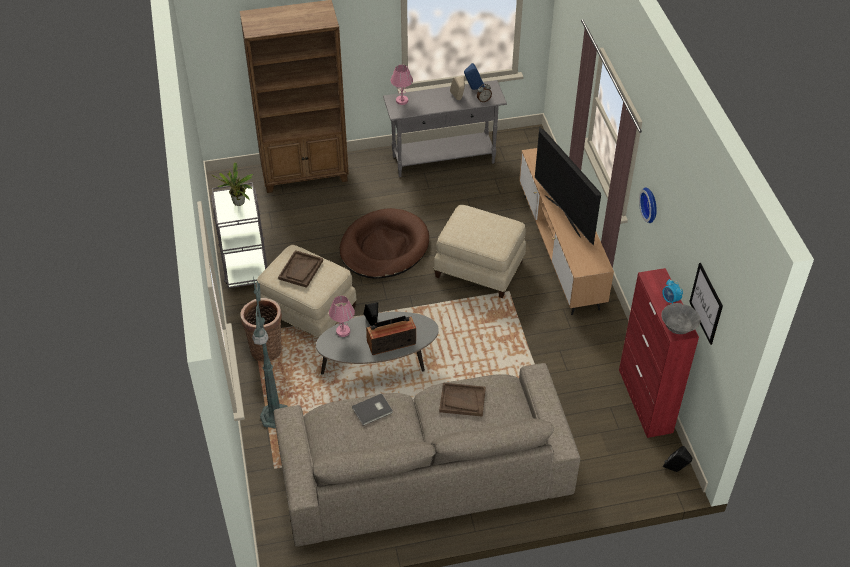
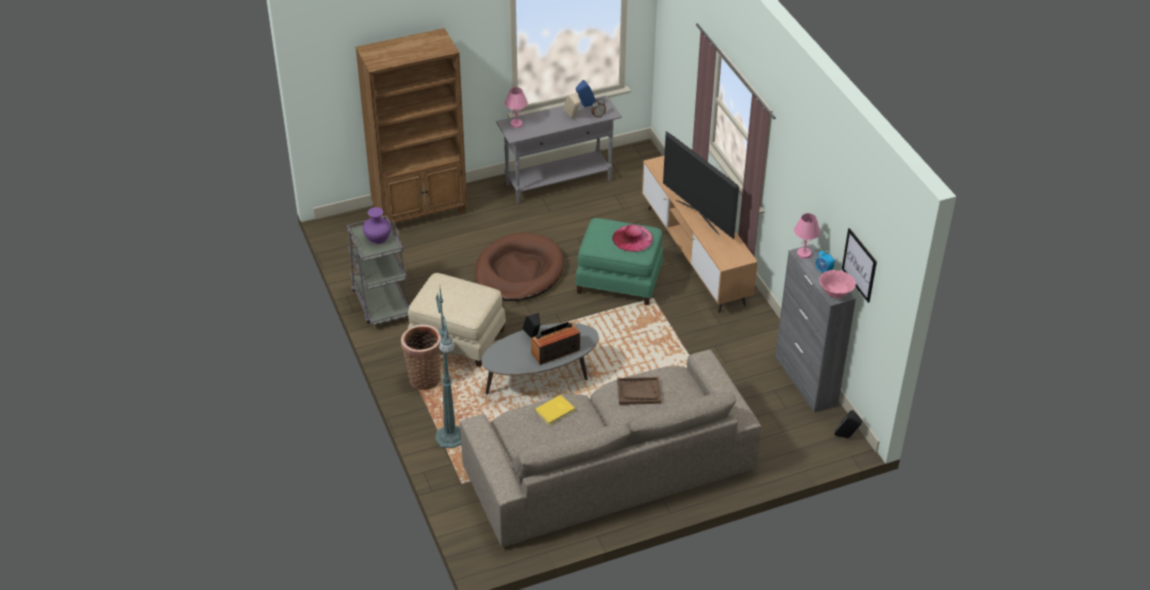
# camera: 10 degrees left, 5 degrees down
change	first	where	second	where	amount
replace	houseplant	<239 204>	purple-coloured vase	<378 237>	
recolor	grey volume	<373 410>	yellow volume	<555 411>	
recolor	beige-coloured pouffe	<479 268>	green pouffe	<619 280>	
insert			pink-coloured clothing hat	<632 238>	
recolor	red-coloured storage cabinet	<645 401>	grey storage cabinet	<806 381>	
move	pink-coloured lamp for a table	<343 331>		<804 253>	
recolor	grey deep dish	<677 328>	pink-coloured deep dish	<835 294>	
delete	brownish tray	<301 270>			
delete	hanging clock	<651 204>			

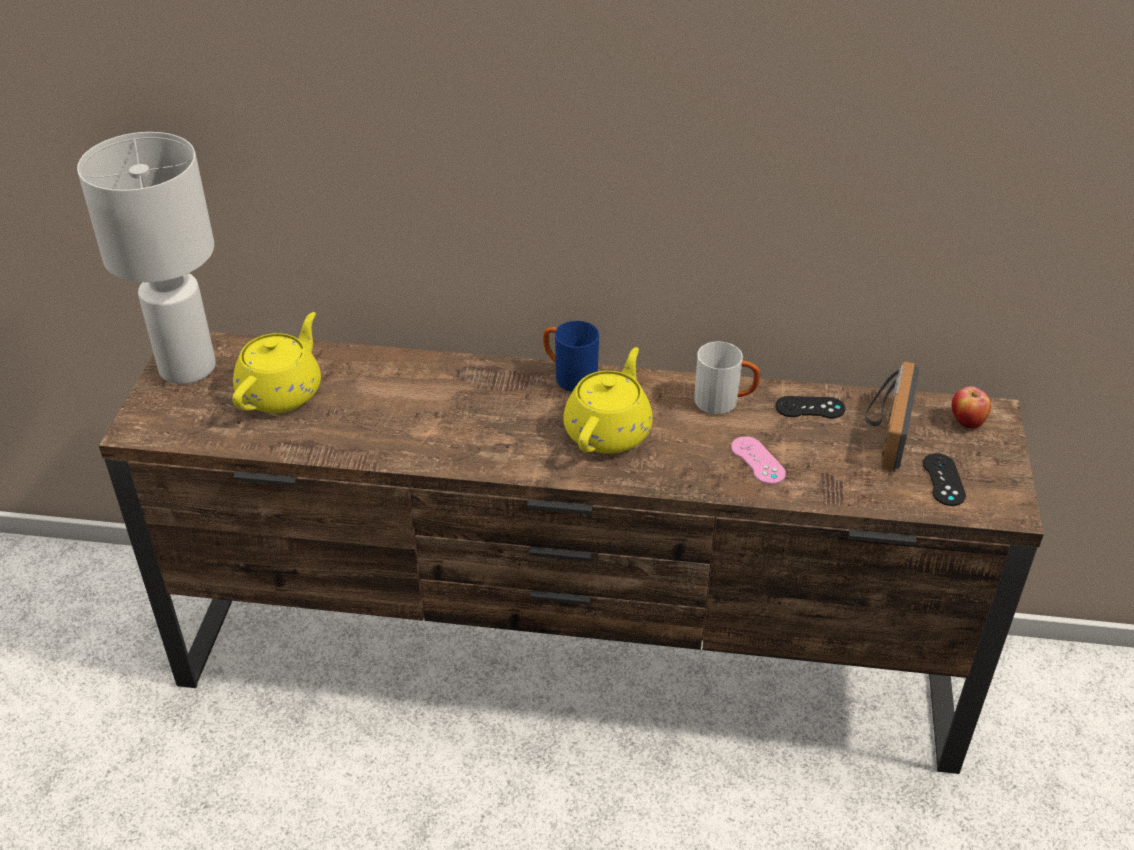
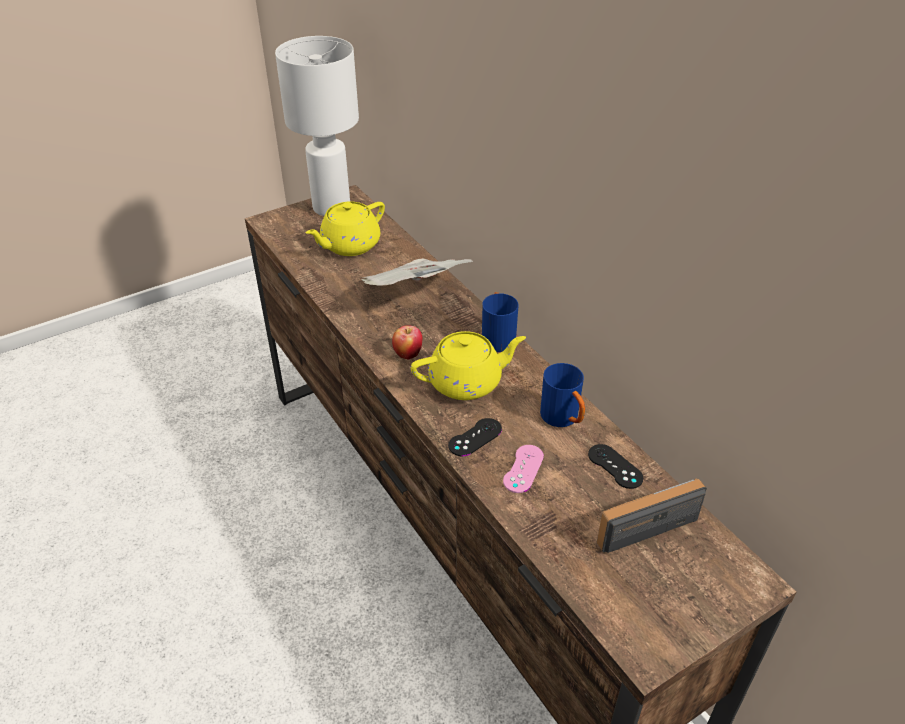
# camera: 50 degrees right, 0 degrees up
change	first	where	second	where	amount
rotate	yellow pot for tea	<282 392>		<349 245>	150 degrees clockwise
insert			newspaper	<416 295>	
move	whole apple	<966 423>		<408 354>	
move	black gamepad	<943 480>		<475 437>	
recolor	white tea mug	<724 402>	blue tea mug	<563 419>	

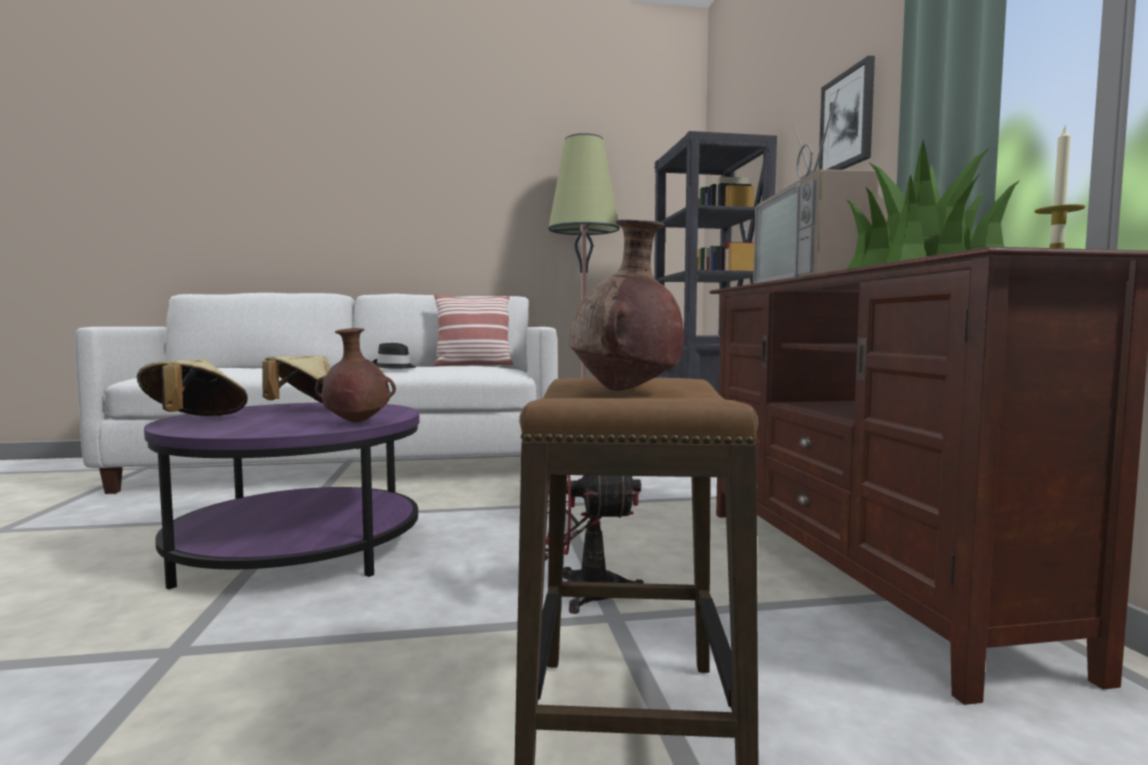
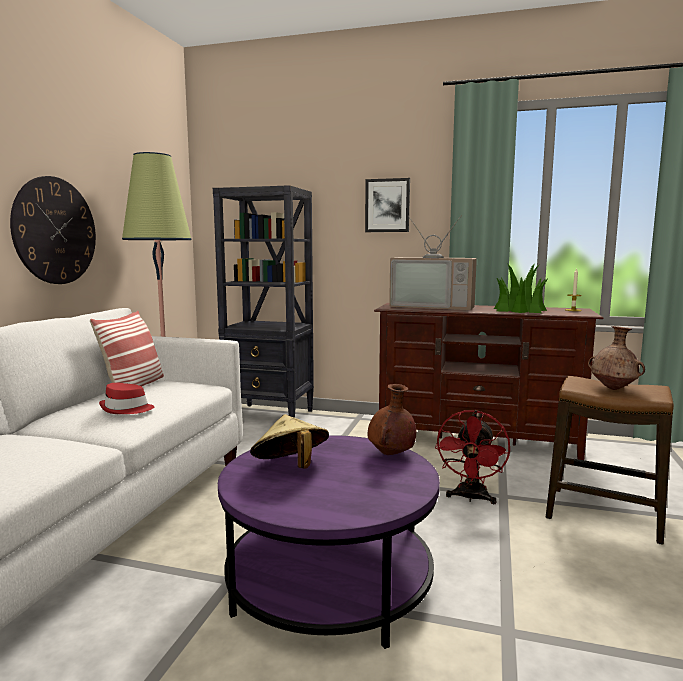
# camera: 65 degrees left, 5 degrees up
change	first	where	second	where	amount
insert			hanging clock	<55 231>	
recolor	black clothing hat	<394 367>	red-coloured clothing hat	<126 409>	
delete	beige-coloured clothing hat	<194 421>			

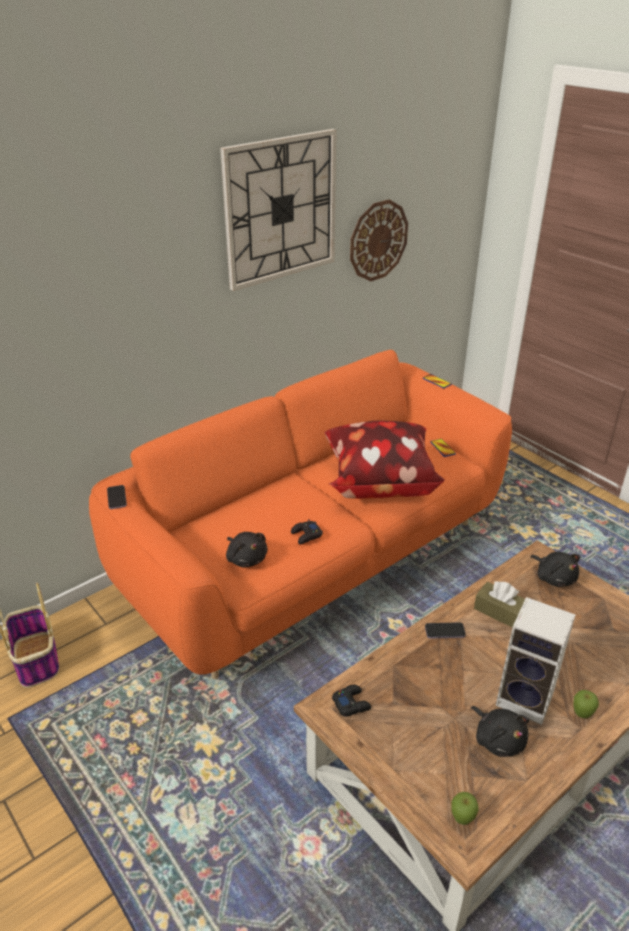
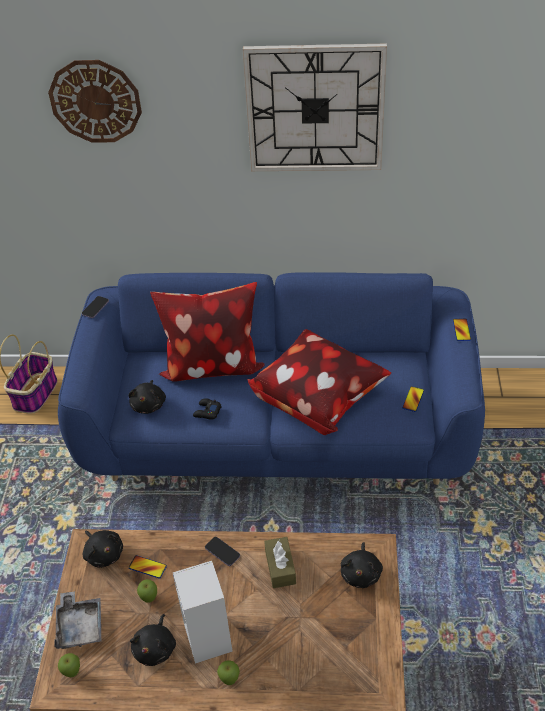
# camera: 45 degrees right, 10 degrees up
change	first	where	second	where	amount
move	hanging clock	<378 240>		<95 101>	
insert			grey tray	<80 626>	
recolor	orange-coloured sofa	<314 558>	blue sofa	<277 433>	
replace	black gamepad	<351 703>	black plush toy	<104 553>	
insert			phone	<147 567>	
insert			whole apple	<149 599>	
insert			cushion	<211 365>	

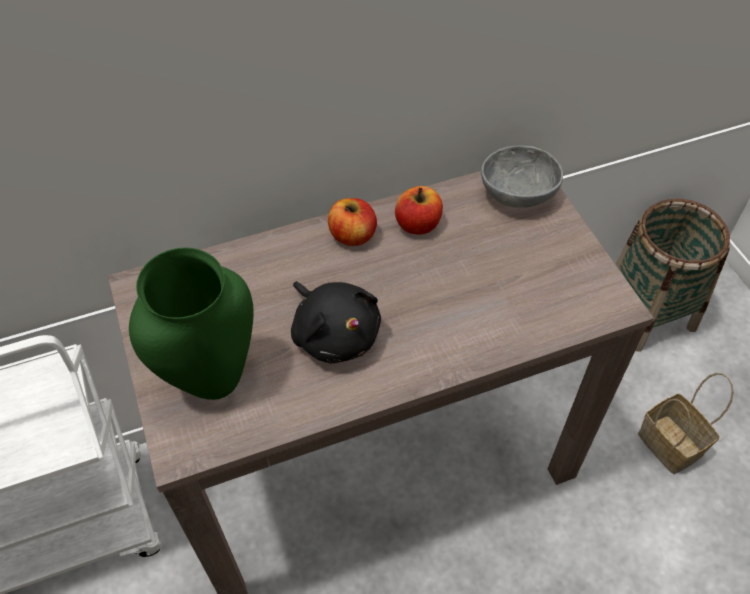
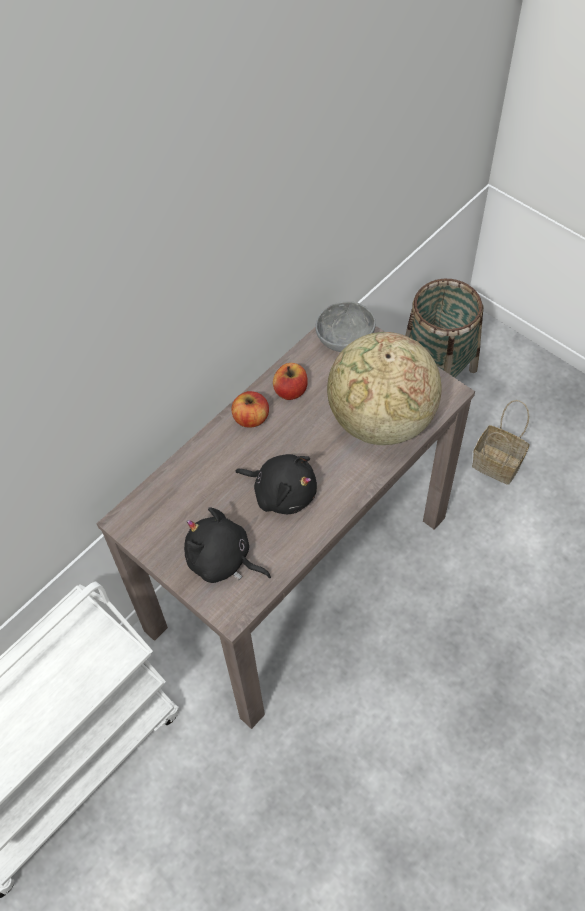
# camera: 25 degrees left, 5 degrees up
change	first	where	second	where	amount
replace	green vase	<213 381>	black plush toy	<222 560>	
insert			globe	<380 420>	

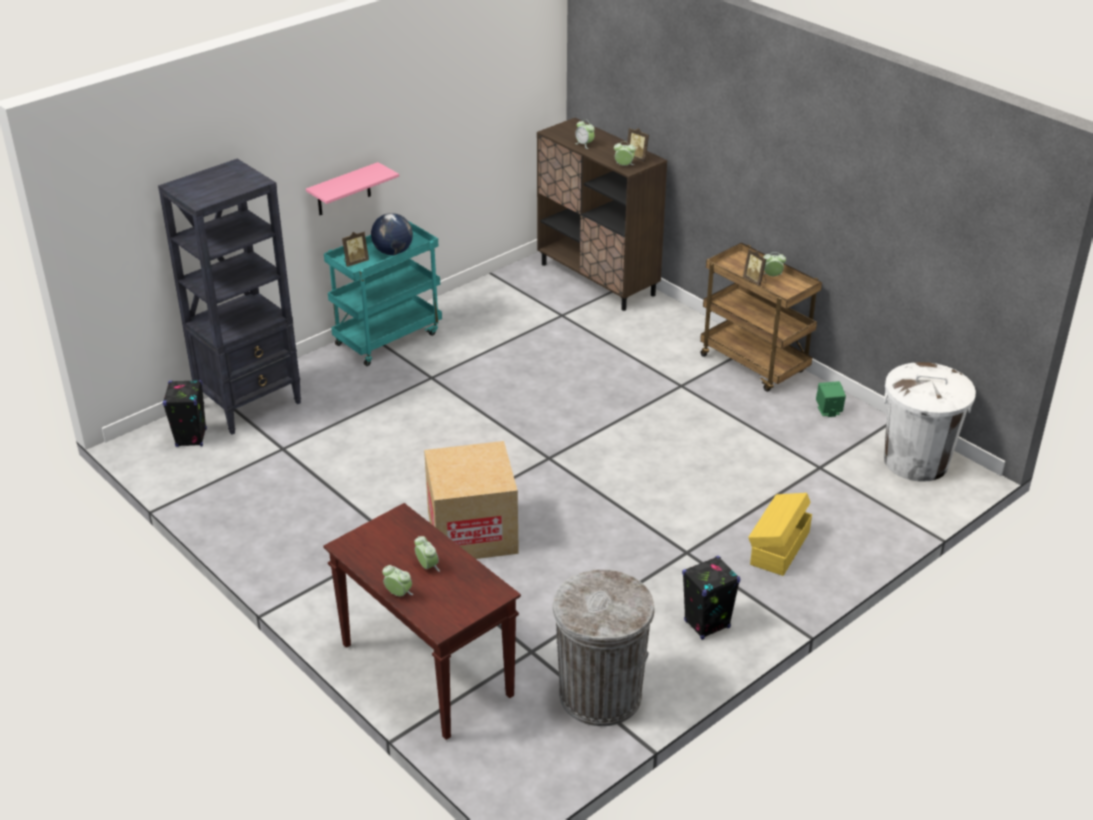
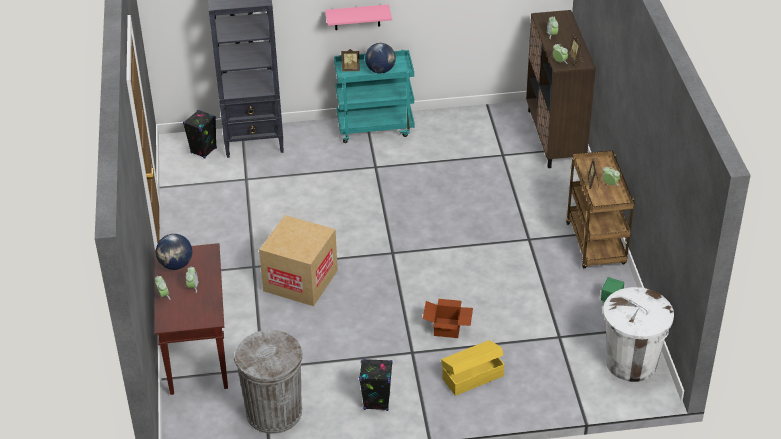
# camera: 35 degrees right, 5 degrees up
change	first	where	second	where	amount
insert			globe	<176 265>	
insert			packing box	<448 328>	

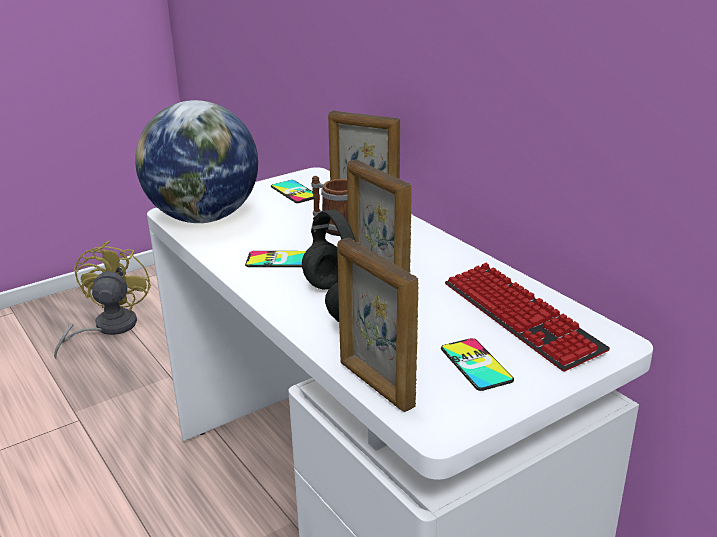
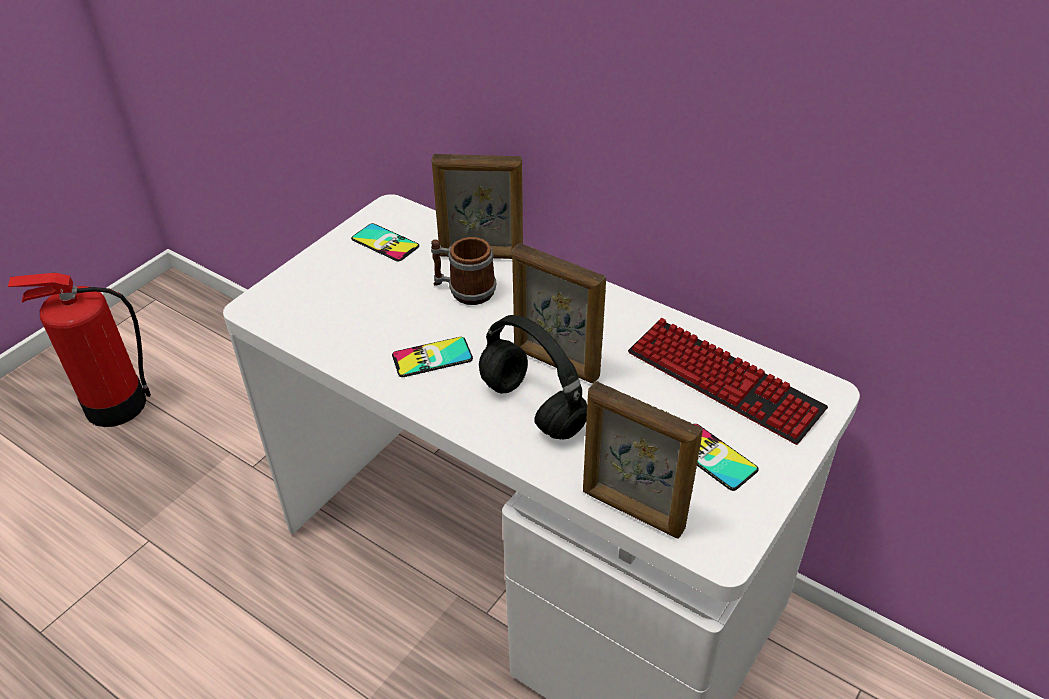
# camera: 20 degrees left, 15 degrees up
change	first	where	second	where	amount
replace	yellow electric fan	<107 328>	fire extinguisher	<114 405>	
delete	globe	<203 218>			

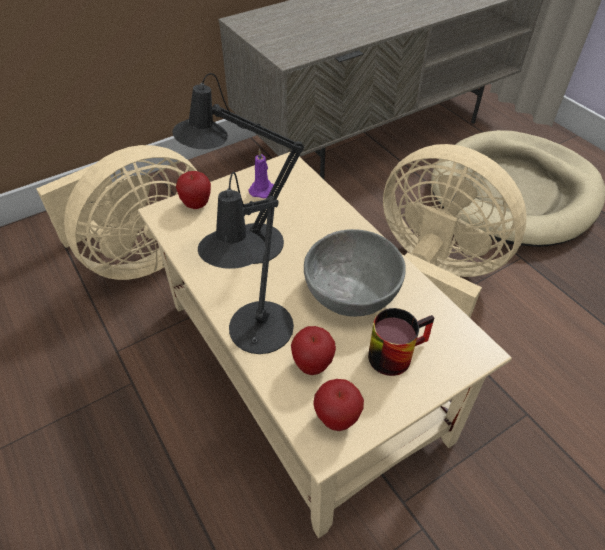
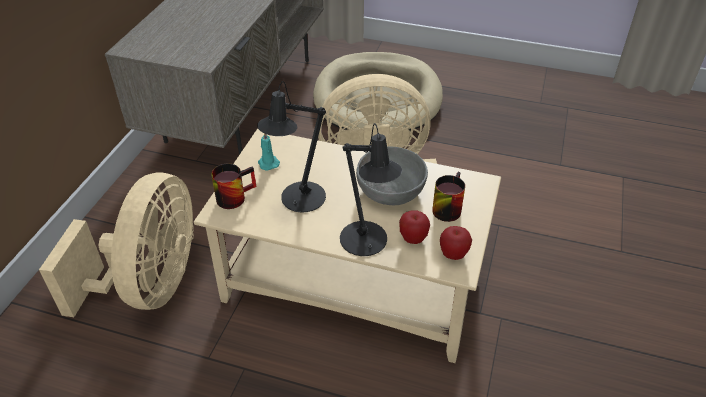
# camera: 40 degrees left, 5 degrees down
change	first	where	second	where	amount
replace	whole apple	<197 204>	tea mug	<234 195>	
recolor	purple-coloured wax candle	<262 189>	turquoise wax candle	<268 163>	

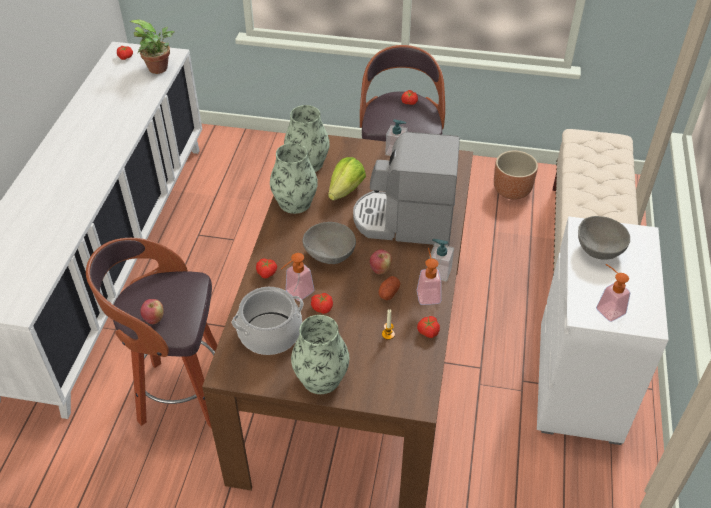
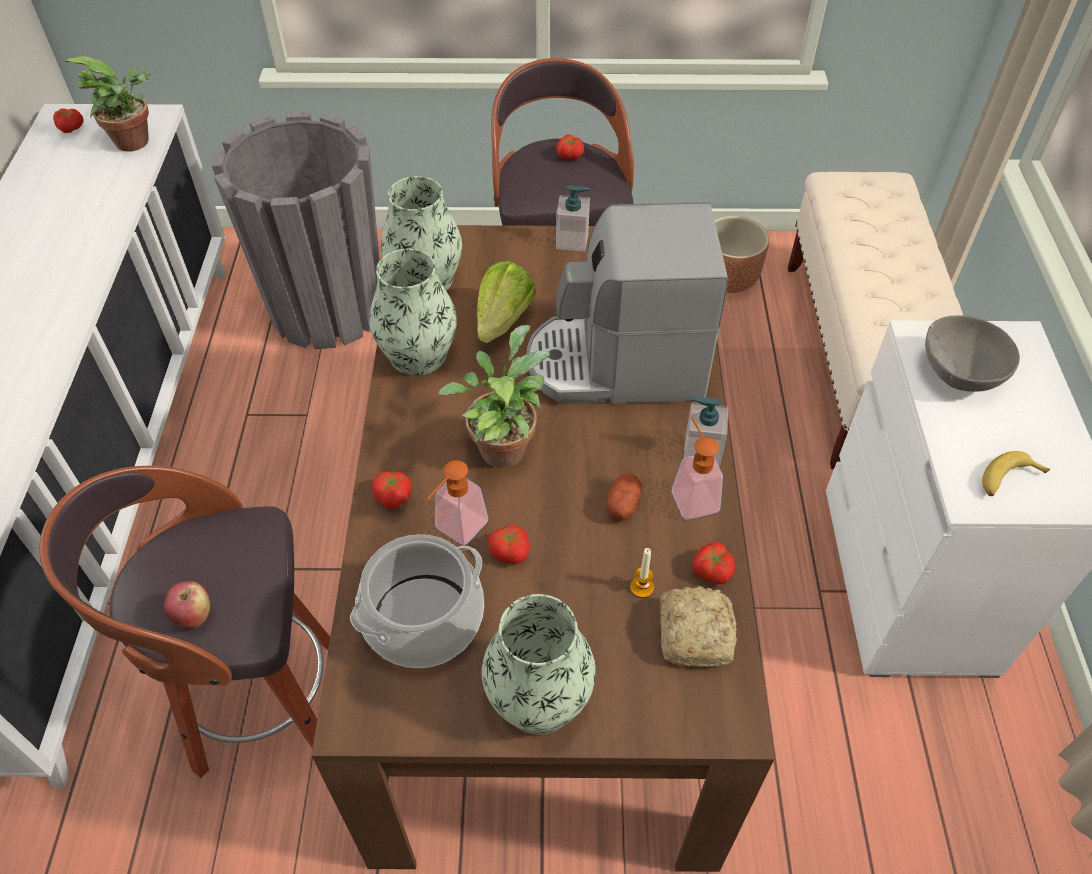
# camera: 10 degrees left, 5 degrees up
change	first	where	second	where	amount
insert			grey planter	<327 309>	
replace	grey deep dish	<330 255>	houseplant	<502 445>	
insert			bakery bread	<696 632>	
replace	soap bottle	<606 308>	whole banana	<1007 480>	
delete	whole apple	<380 269>			

